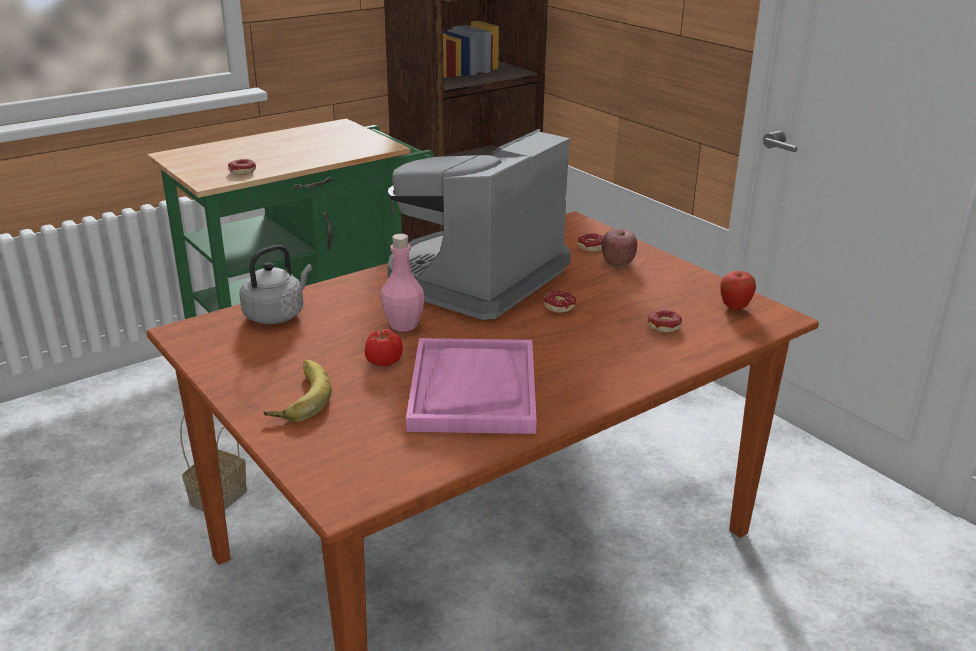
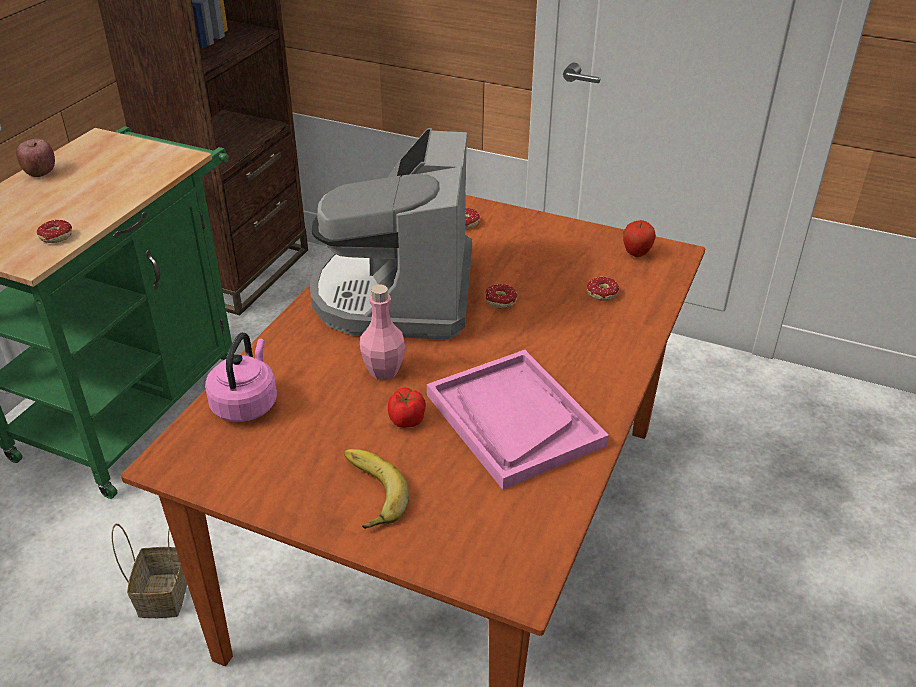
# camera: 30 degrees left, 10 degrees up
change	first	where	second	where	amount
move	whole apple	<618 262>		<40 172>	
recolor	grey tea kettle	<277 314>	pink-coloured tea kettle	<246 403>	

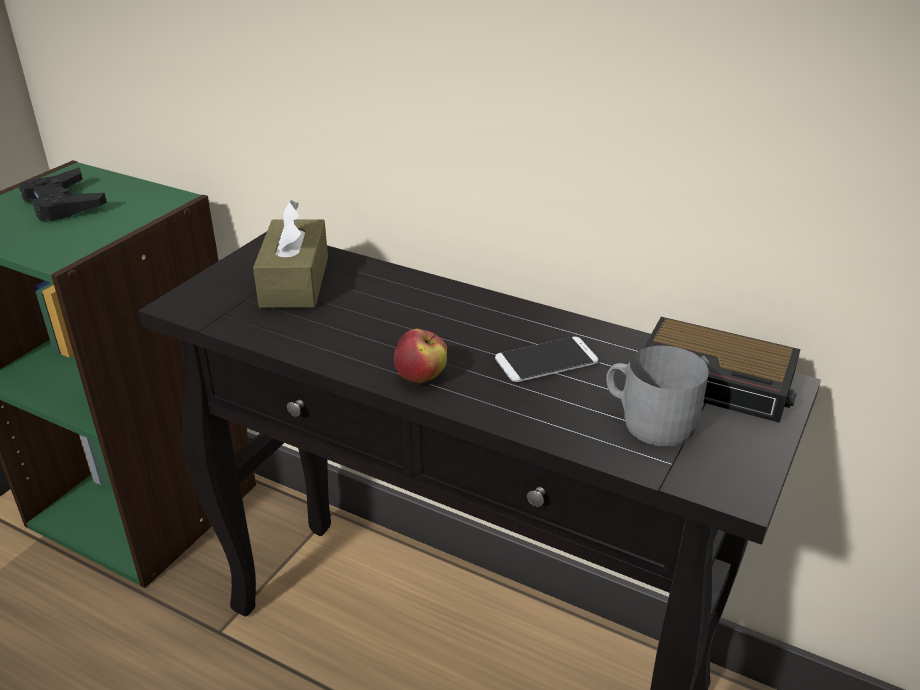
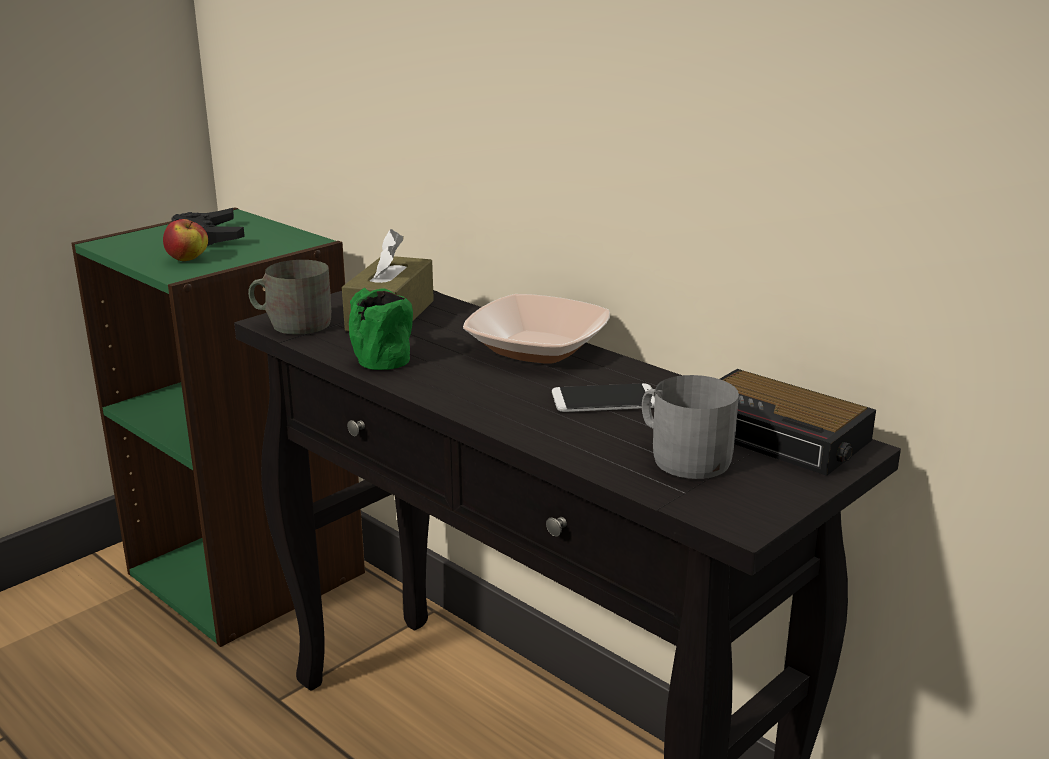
# camera: 15 degrees right, 10 degrees down
change	first	where	second	where	amount
move	whole apple	<421 377>		<187 259>	
insert			grey tea mug	<292 324>	
insert			green tea mug	<375 355>	
insert			deep dish	<537 347>	

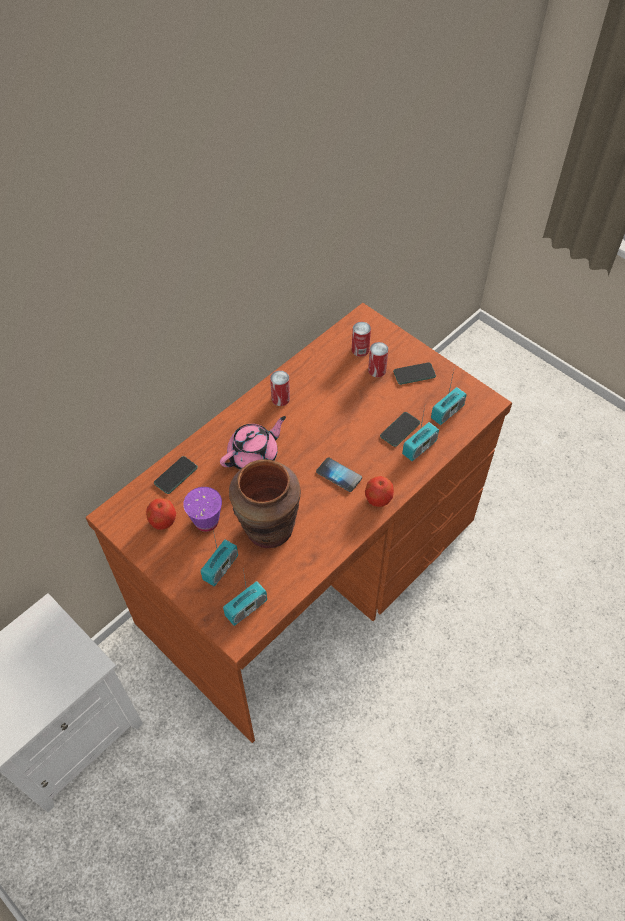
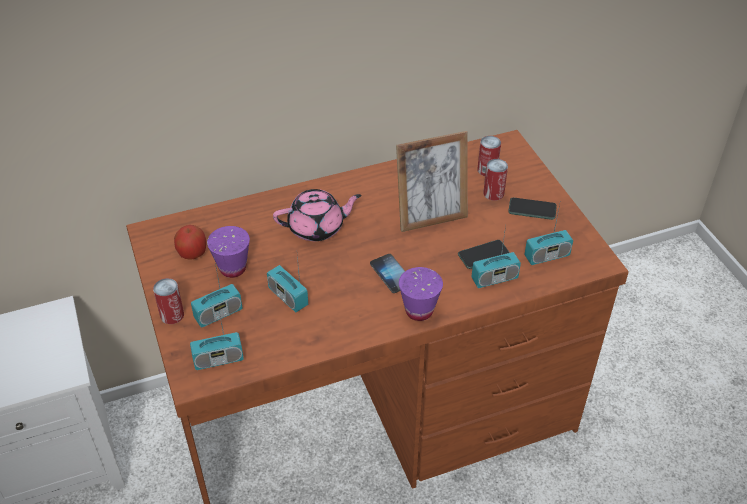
# camera: 25 degrees right, 10 degrees down
change	first	where	second	where	amount
move	metal can	<280 398>		<172 315>	
replace	brownish vase	<268 529>	radio set	<288 297>	
insert			photo frame	<431 218>	
replace	whole apple	<378 499>	purple-coloured drinking cup	<419 311>	
delete	phone	<176 475>			

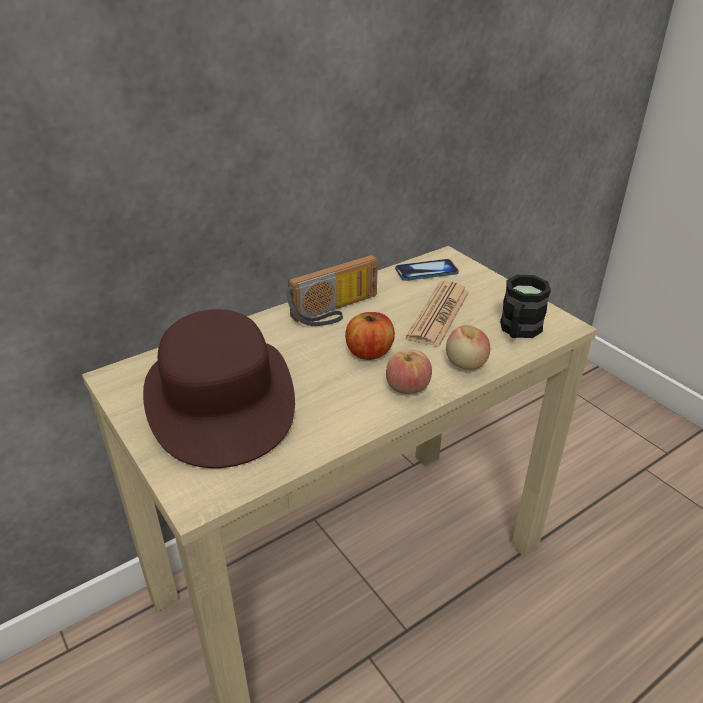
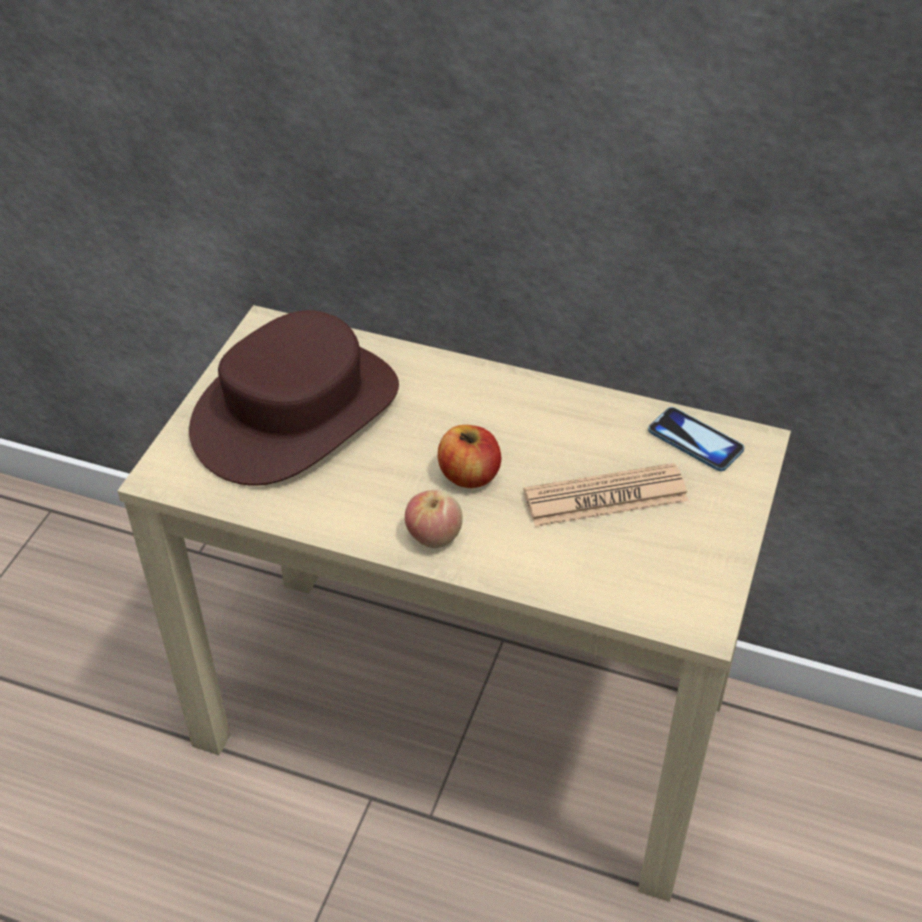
# camera: 55 degrees right, 10 degrees up
change	first	where	second	where	amount
delete	radio set	<336 311>			
delete	whole apple	<466 364>			
delete	black tea mug	<518 331>			

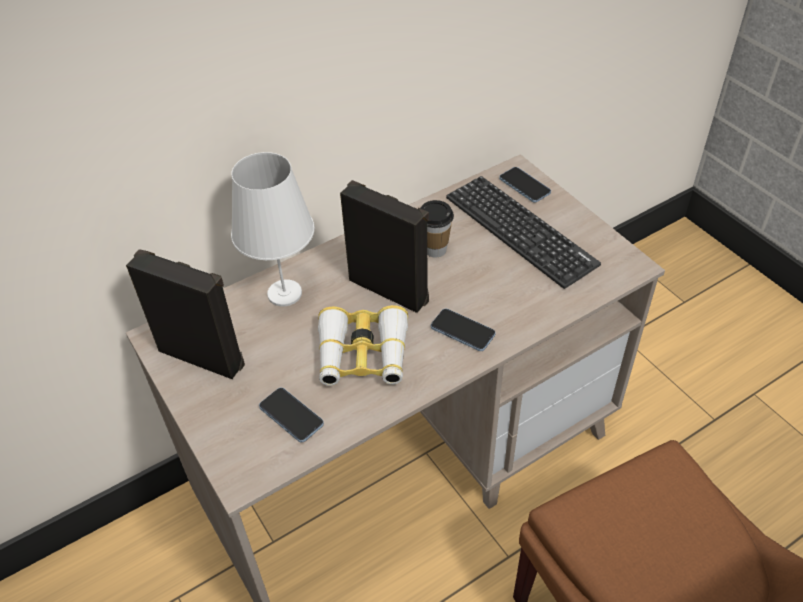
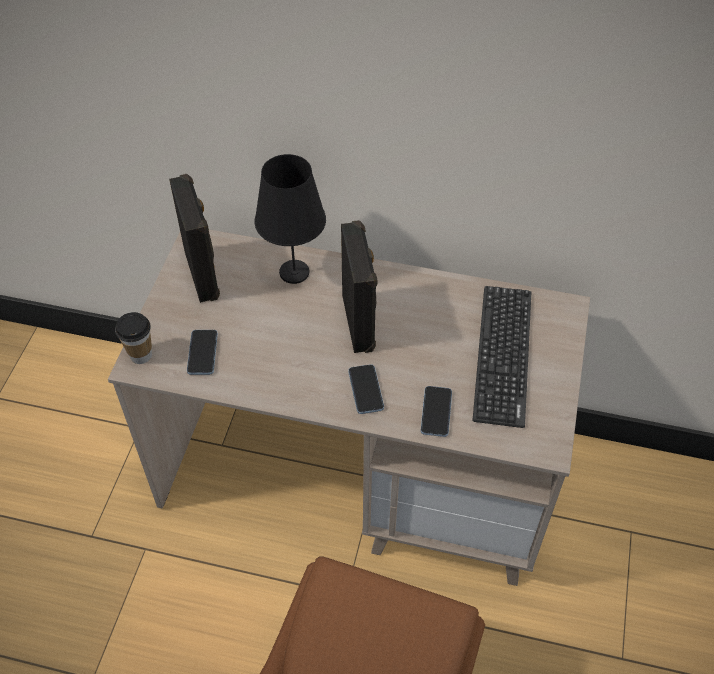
# camera: 45 degrees right, 5 degrees up
change	first	where	second	where	amount
move	drinking cup	<435 249>		<141 355>	
recolor	white lamp for a table	<284 294>	black lamp for a table	<293 272>	
move	phone	<524 186>		<436 412>	
delete	field glasses	<363 356>			

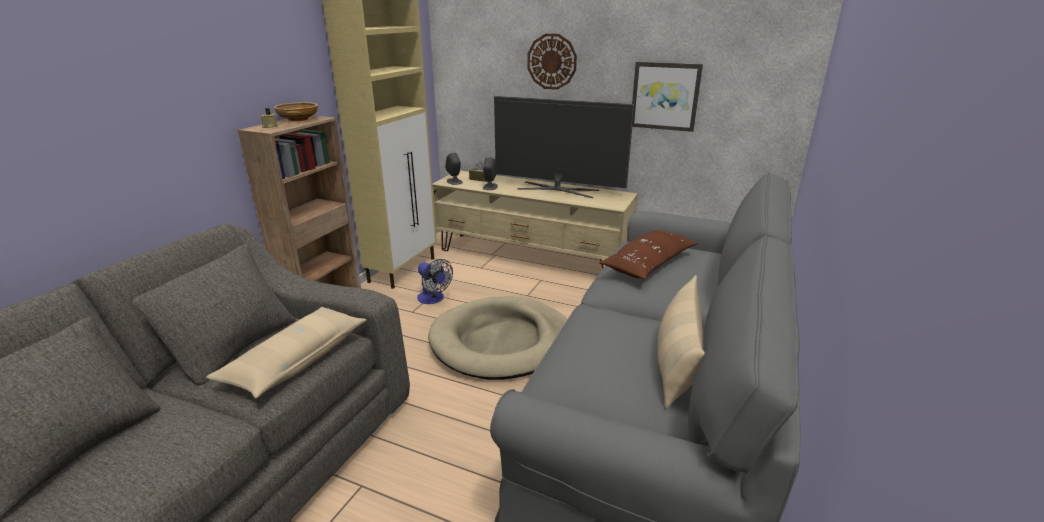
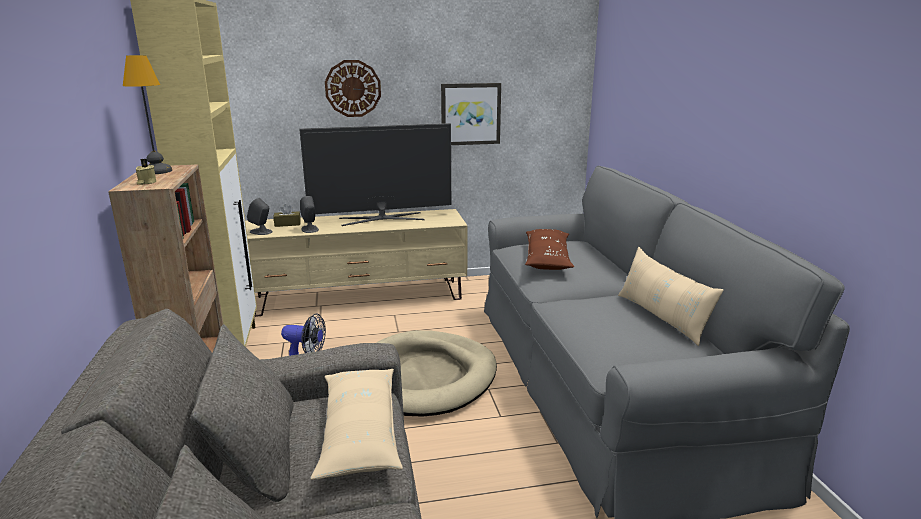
# camera: 35 degrees left, 5 degrees down
change	first	where	second	where	amount
replace	beige-coloured deep dish	<298 119>	lamp for a table	<156 171>	

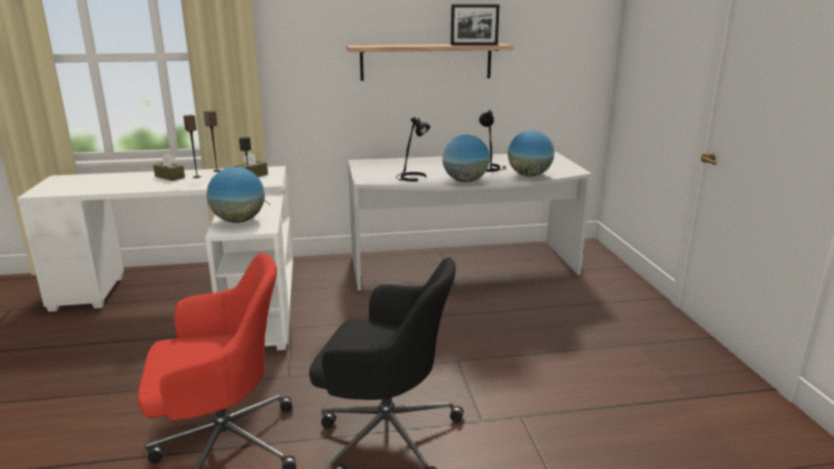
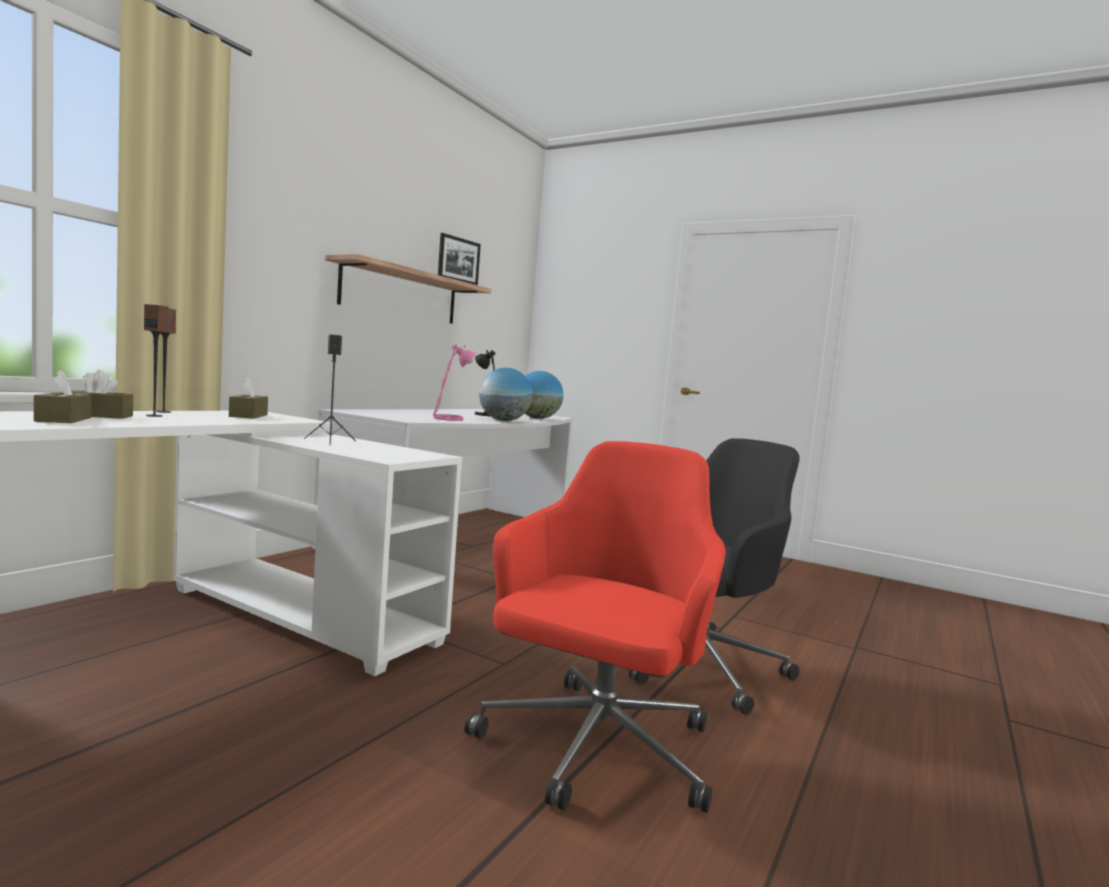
# camera: 50 degrees left, 15 degrees down
change	first	where	second	where	amount
insert			brownish box of tissues	<63 419>	
recolor	black lamp for a table	<412 178>	pink-coloured lamp for a table	<449 419>	
delete	globe	<238 221>			

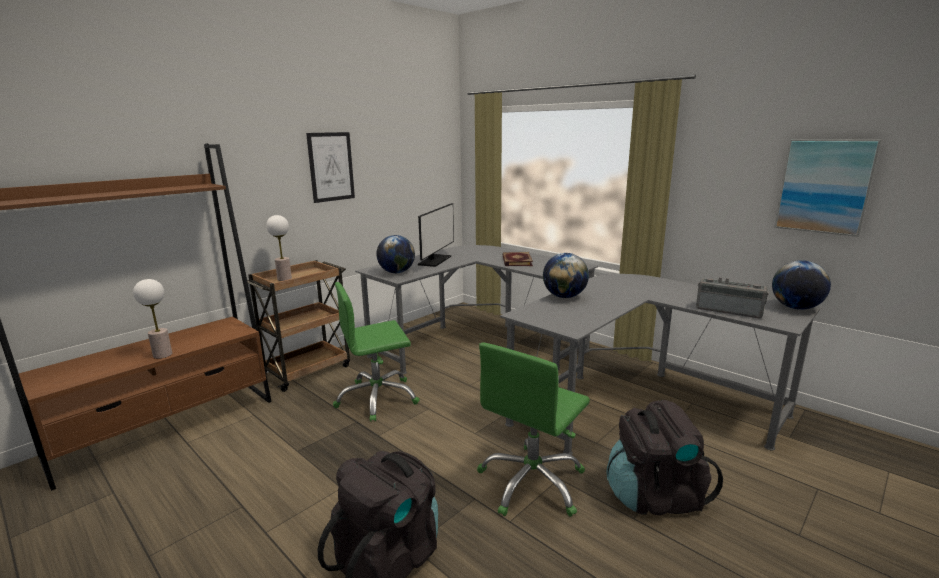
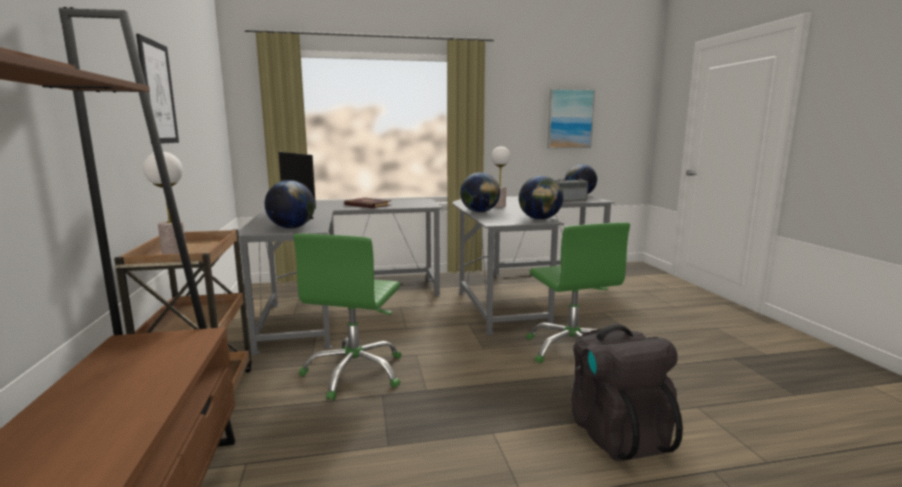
# camera: 55 degrees left, 5 degrees down
change	first	where	second	where	amount
move	lamp for a table	<163 355>		<499 206>	
insert			globe	<540 219>	
delete	black rucksack	<654 496>			

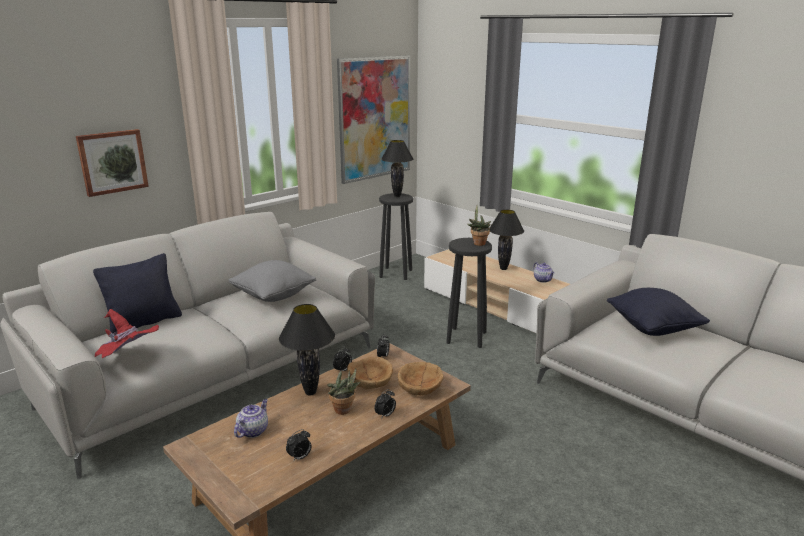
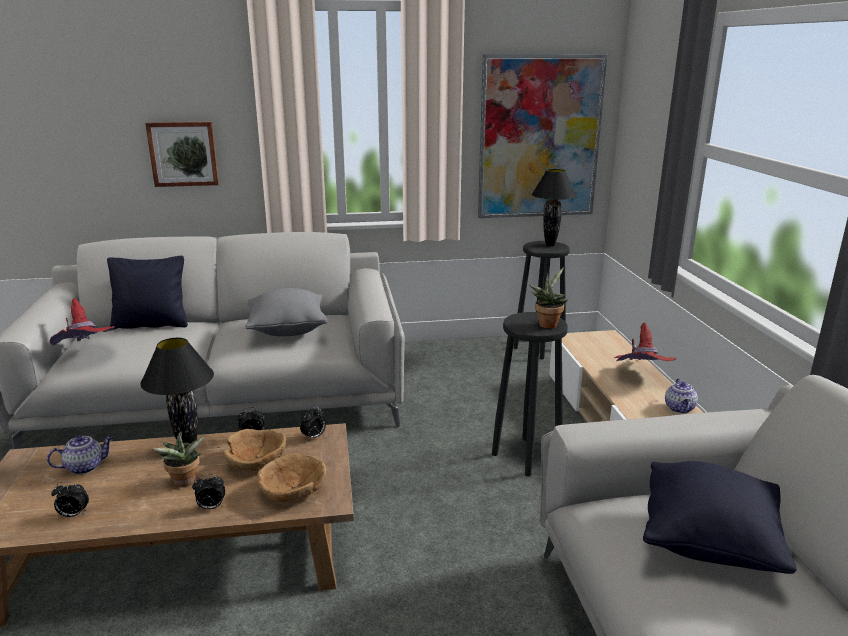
# camera: 35 degrees right, 0 degrees up
change	first	where	second	where	amount
replace	black lamp for a table	<504 269>	red-coloured clothing hat	<641 376>	

